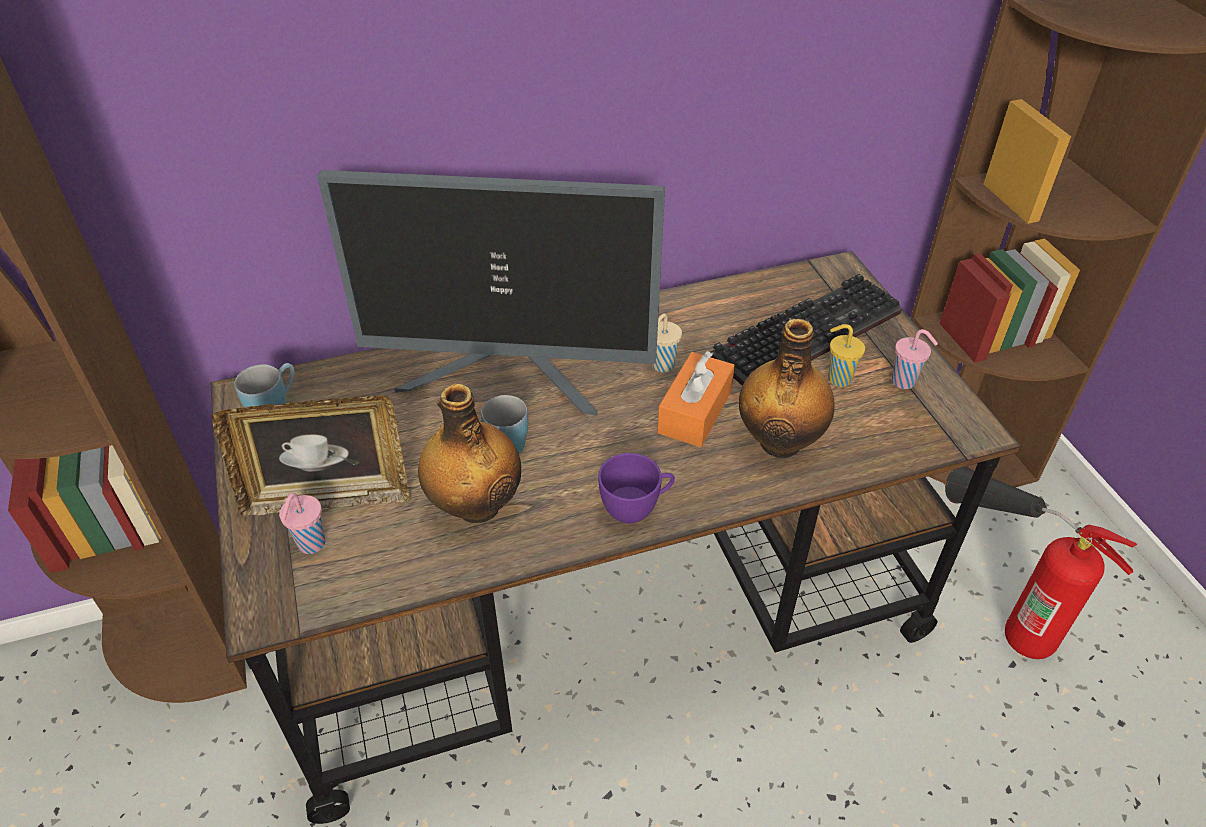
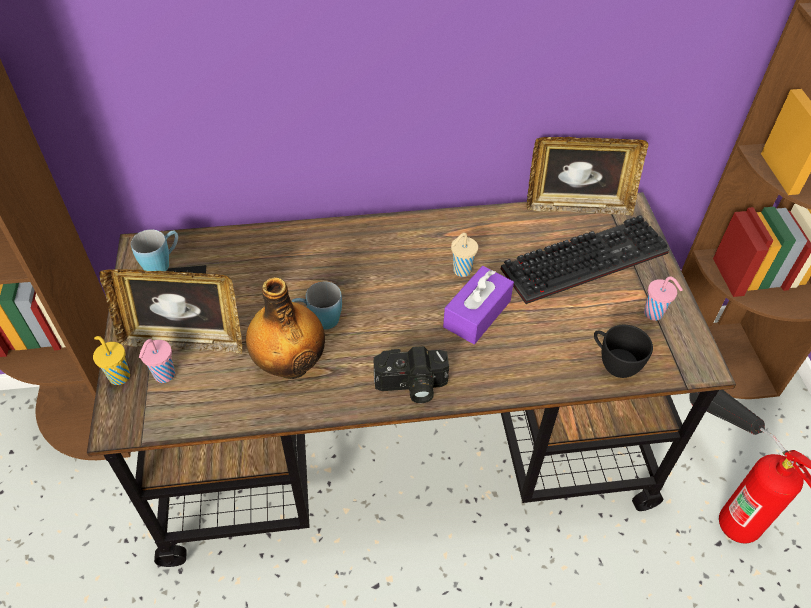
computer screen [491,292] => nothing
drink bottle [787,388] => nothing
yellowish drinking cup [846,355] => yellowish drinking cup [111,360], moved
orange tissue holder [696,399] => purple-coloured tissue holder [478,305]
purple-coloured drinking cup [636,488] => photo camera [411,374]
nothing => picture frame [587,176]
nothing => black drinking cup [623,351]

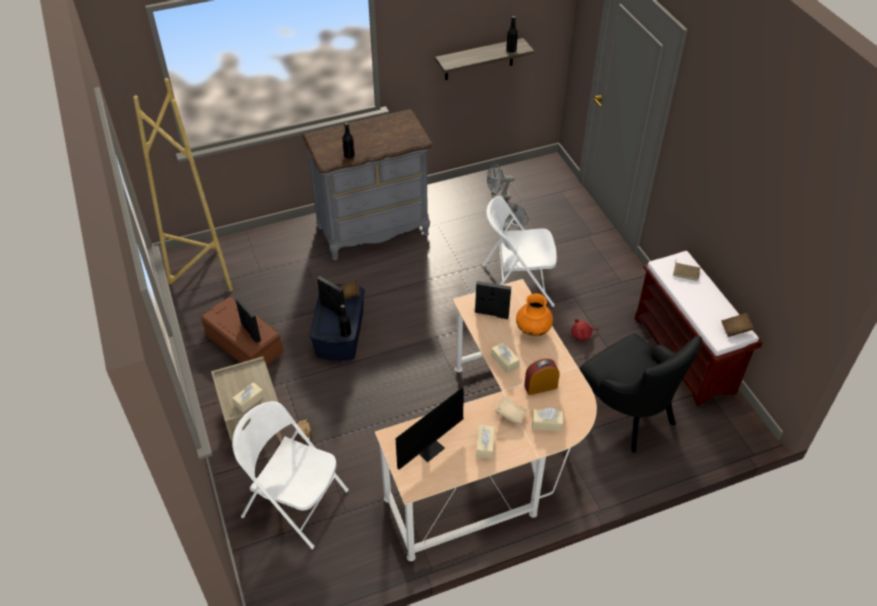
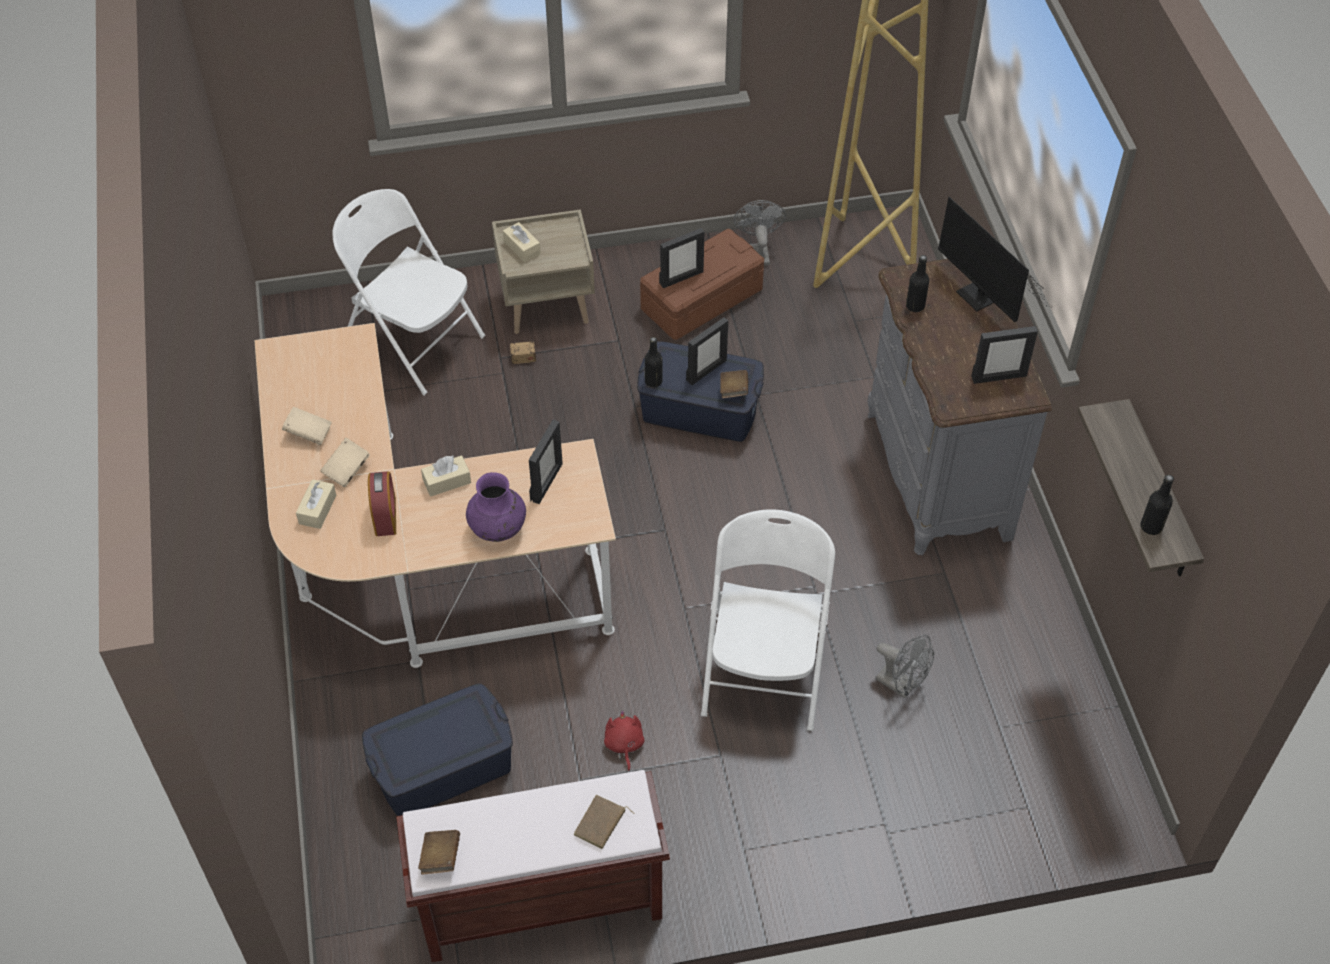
grey fan [501,181] => grey fan [760,233], moved
orange vase [534,314] => purple-coloured vase [496,507]
black upright chair [641,393] => blue-coloured storage box [437,750]
computer screen [436,426] => computer screen [995,259], moved
whitish upright chair [290,475] => whitish upright chair [408,292], 90 degrees counterclockwise
beige tissue holder [485,442] => beige volume [307,426]
nothing => picture frame [1004,355]

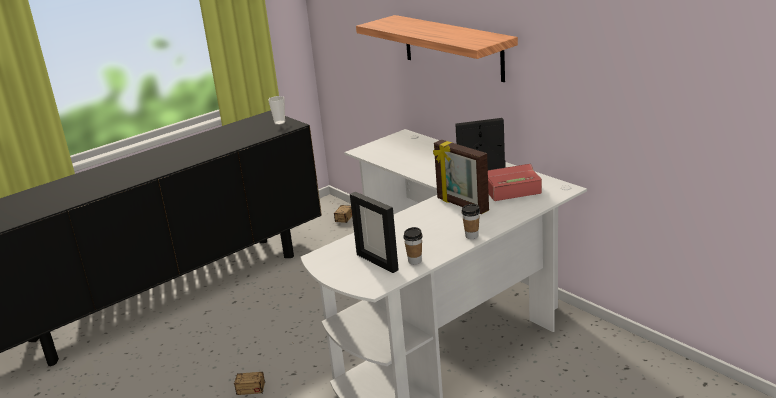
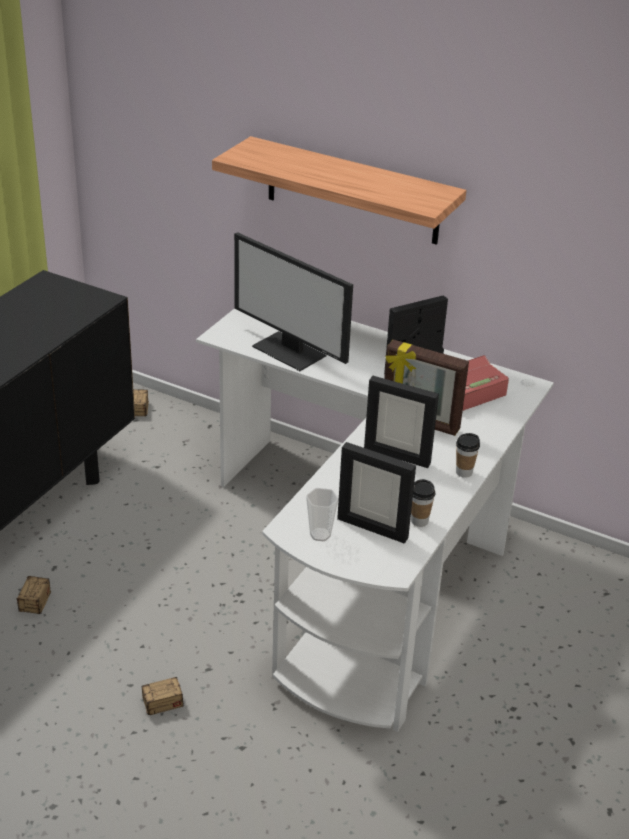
drinking cup [276,110] => drinking cup [322,514], moved
nothing => computer screen [293,301]
nothing => picture frame [401,422]
nothing => storage box [34,595]

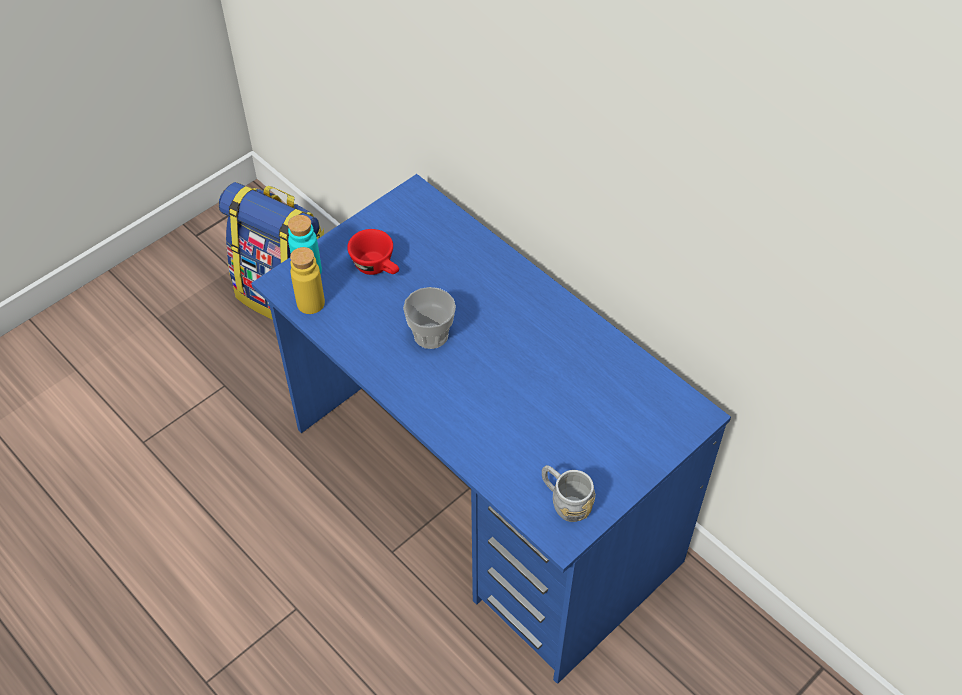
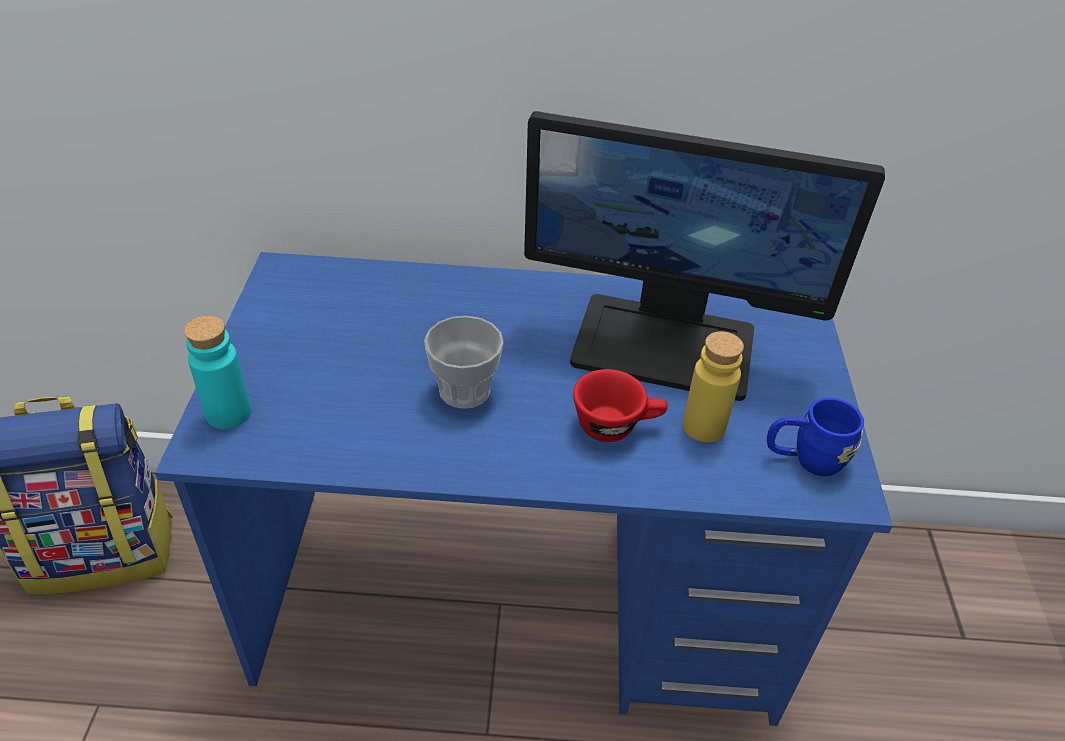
red-coloured drinking cup [373,252] => red-coloured drinking cup [620,405], moved
yellowish drink bottle [307,280] => yellowish drink bottle [713,386], moved
grey tea mug [568,493] => blue-coloured tea mug [815,436]
nothing => computer screen [704,256]

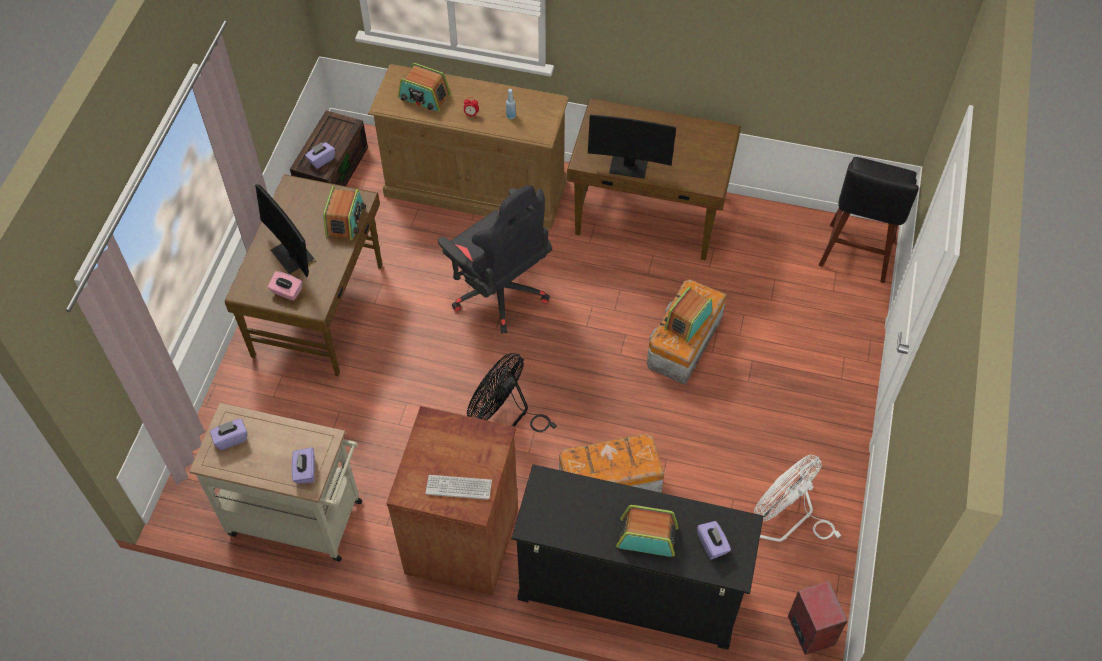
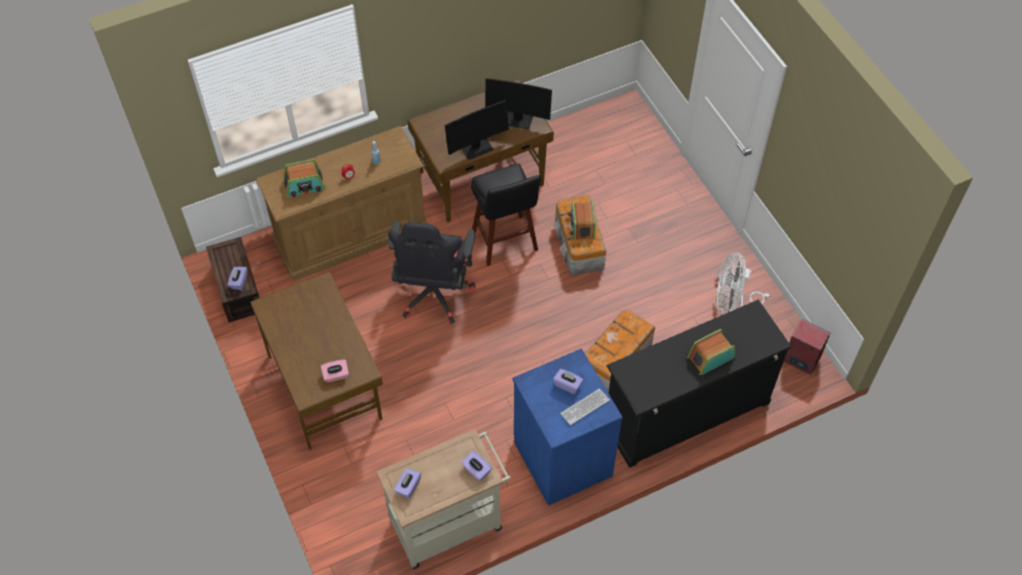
black stool seat [869,220] => black stool seat [505,215], moved
computer screen [284,230] => computer screen [518,103], moved
black computer chair [495,259] => black computer chair [432,272], 90 degrees clockwise
radio receiver [344,213] => nothing
black fan [512,392] => nothing
brown-coloured chest of drawers [452,500] => blue-coloured chest of drawers [567,427]
purple-coloured tissue holder [714,540] => purple-coloured tissue holder [568,381], moved

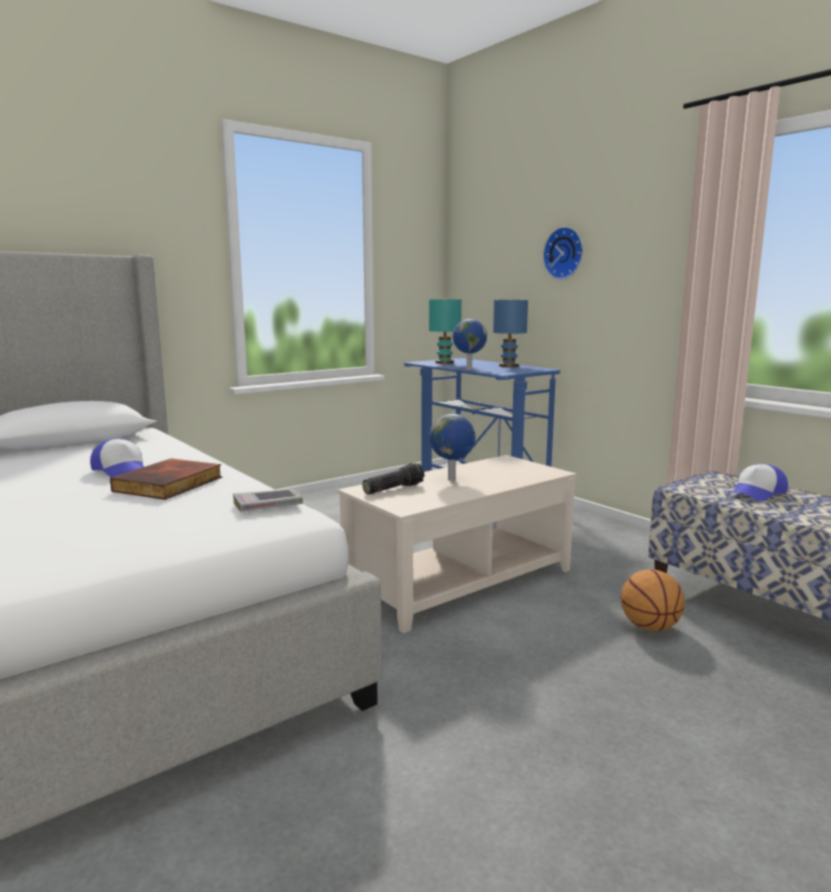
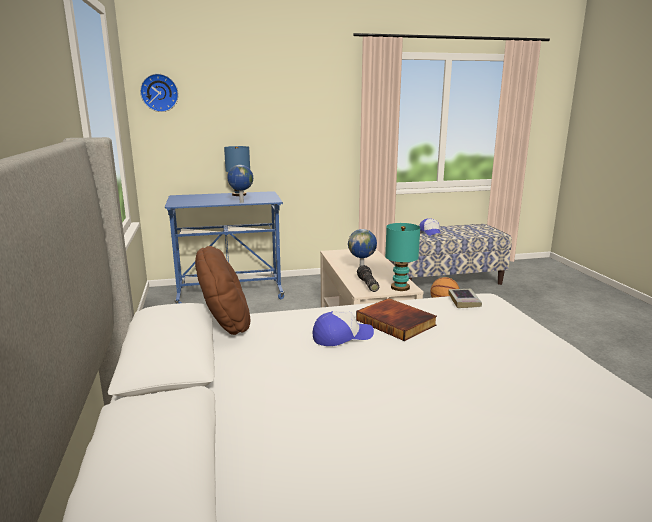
clock on the wall [563,253] => clock on the wall [159,93], moved
turquoise tabletop lamp [445,331] => turquoise tabletop lamp [402,257], moved
nothing => brown-coloured throw pillow [222,290]

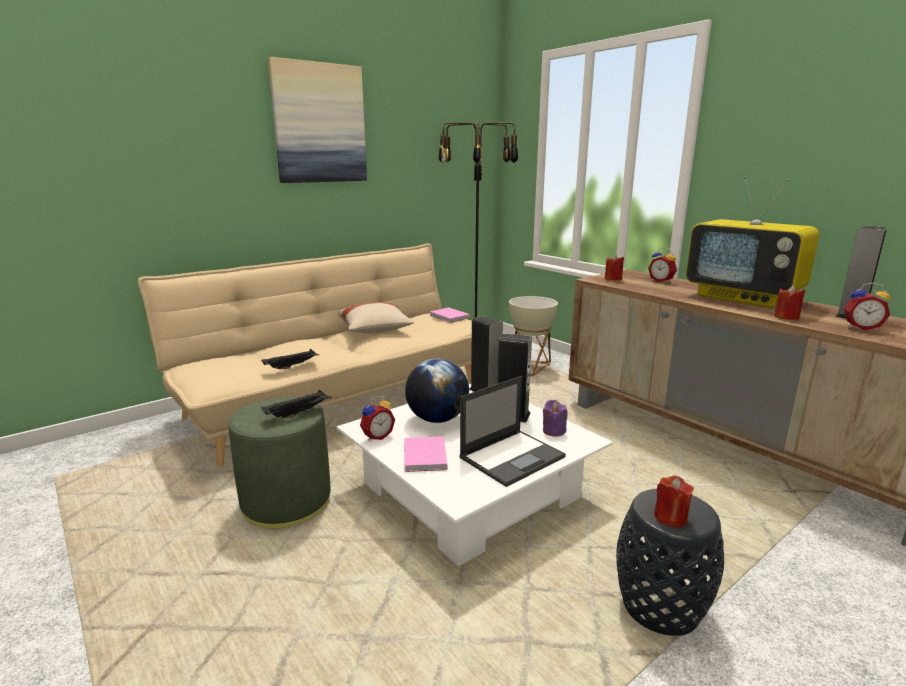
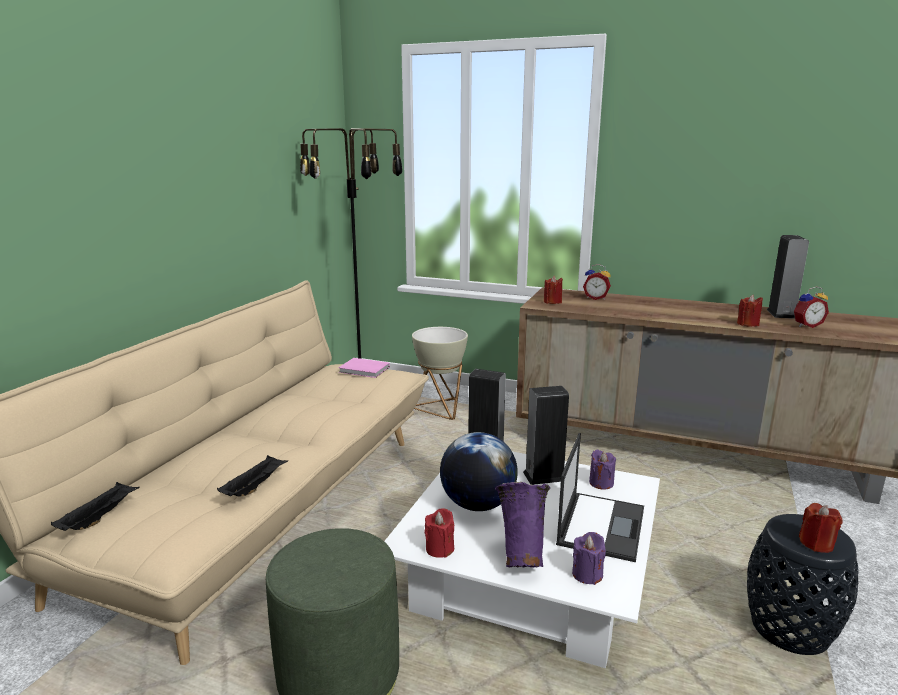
wall art [317,120] => nothing
television [752,242] => nothing
beige throw pillow [376,317] => nothing
black carrying tray [296,404] => black carrying tray [95,506], moved
bedside clock [377,418] => red-coloured wax light [439,533]
pinkish volume [425,454] => purple-coloured vase [522,525]
nothing => purple-coloured wax light [589,558]

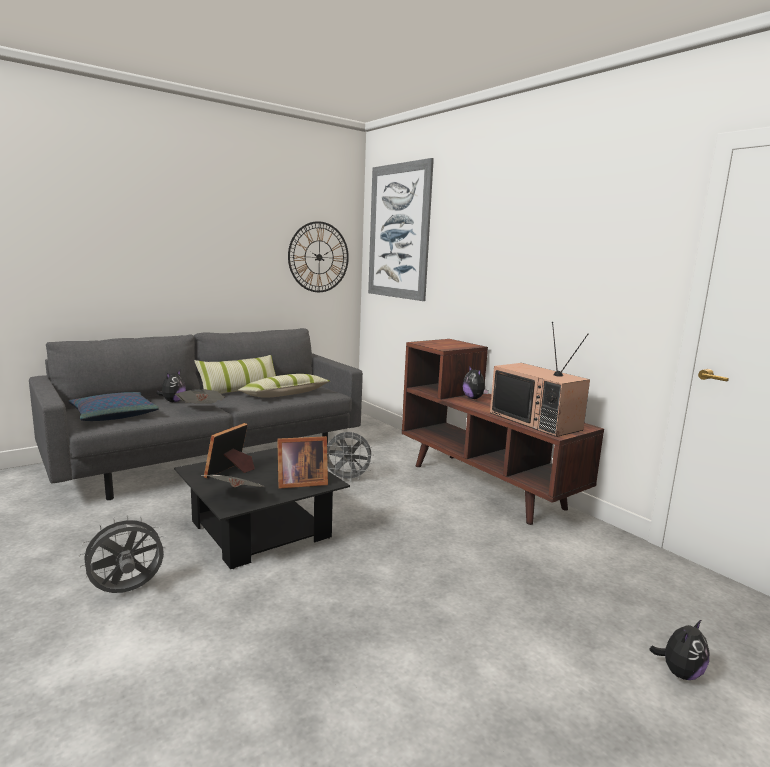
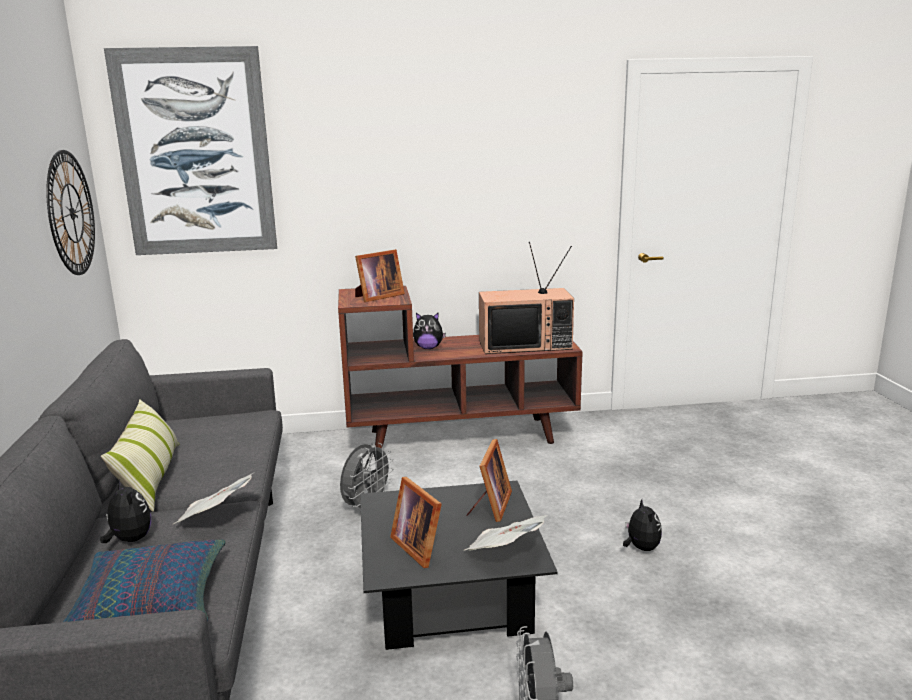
throw pillow [284,386] => nothing
plush toy [679,649] => plush toy [642,525], moved
nothing => picture frame [380,275]

